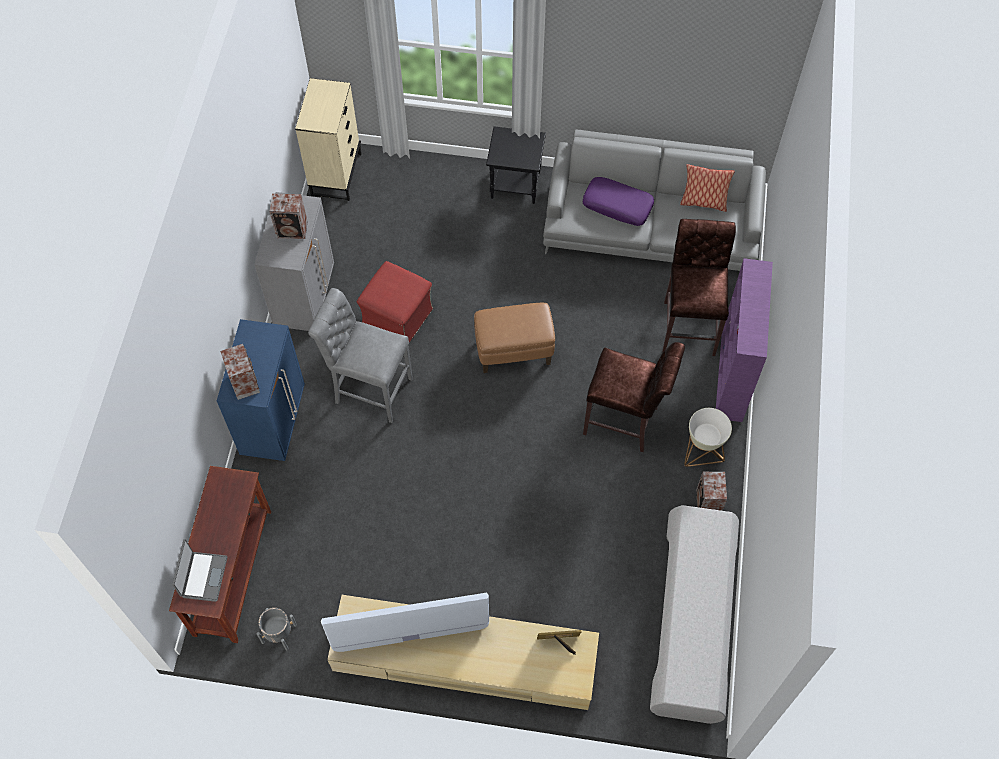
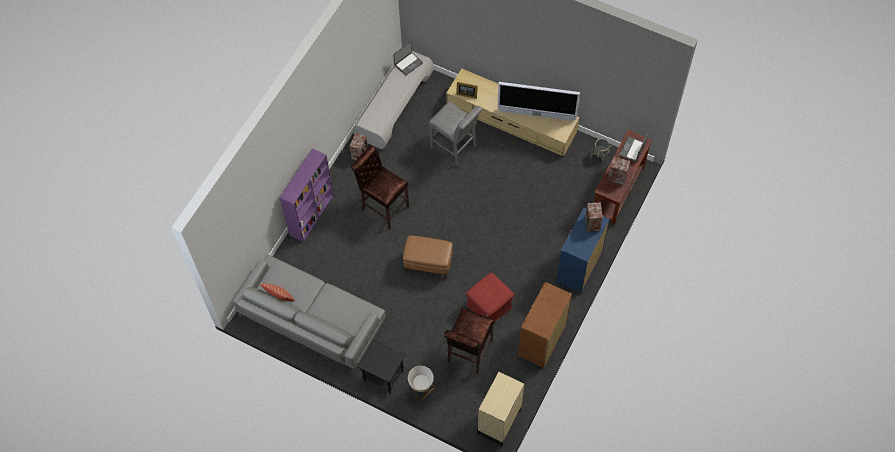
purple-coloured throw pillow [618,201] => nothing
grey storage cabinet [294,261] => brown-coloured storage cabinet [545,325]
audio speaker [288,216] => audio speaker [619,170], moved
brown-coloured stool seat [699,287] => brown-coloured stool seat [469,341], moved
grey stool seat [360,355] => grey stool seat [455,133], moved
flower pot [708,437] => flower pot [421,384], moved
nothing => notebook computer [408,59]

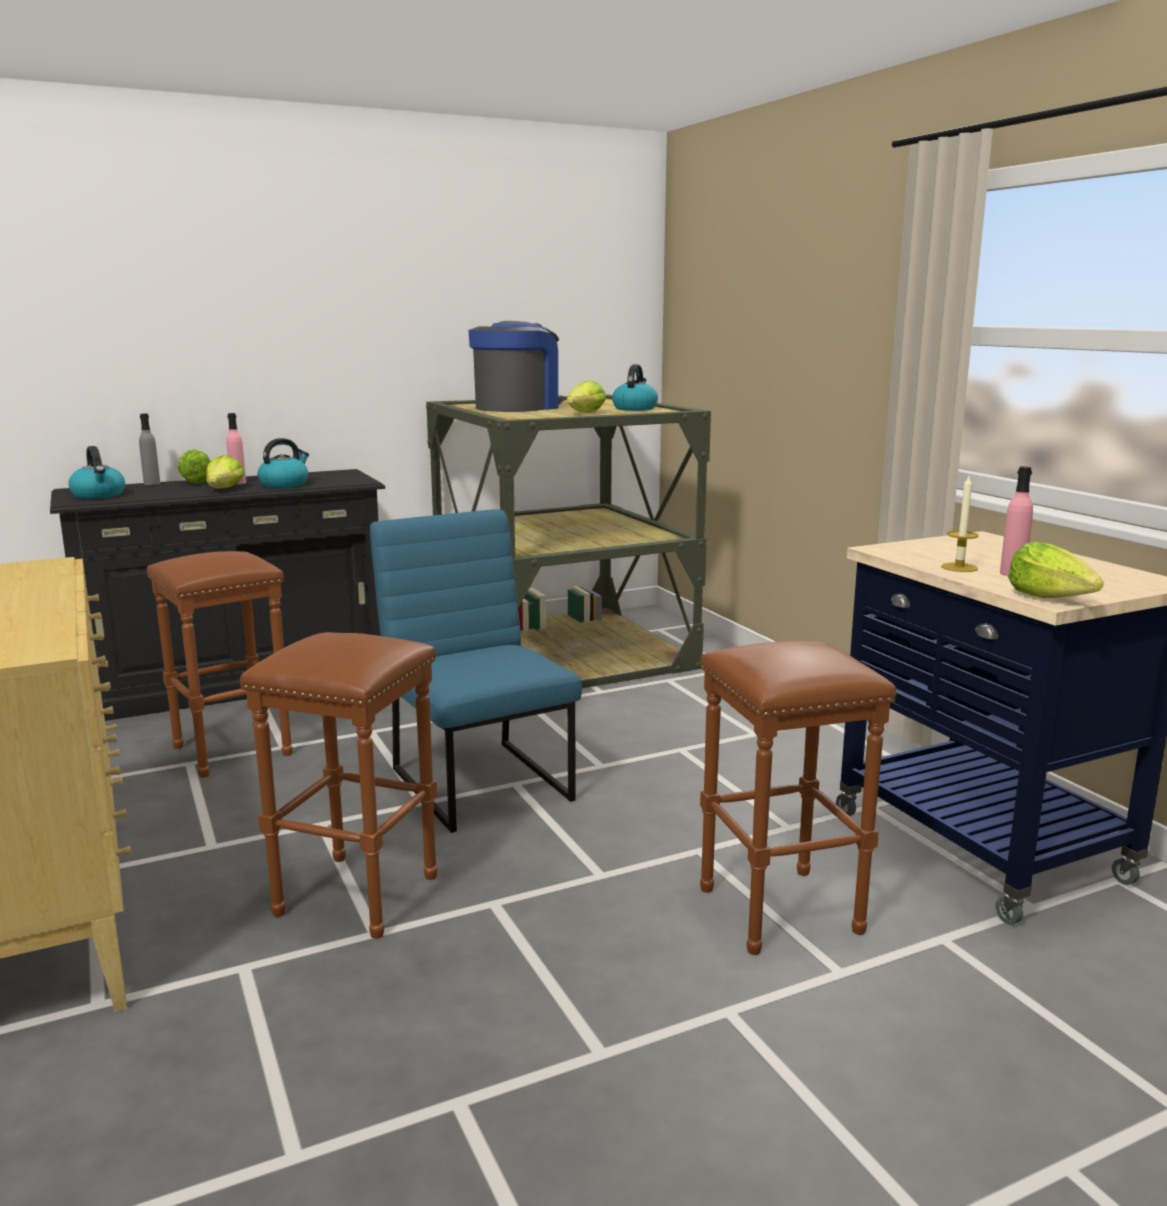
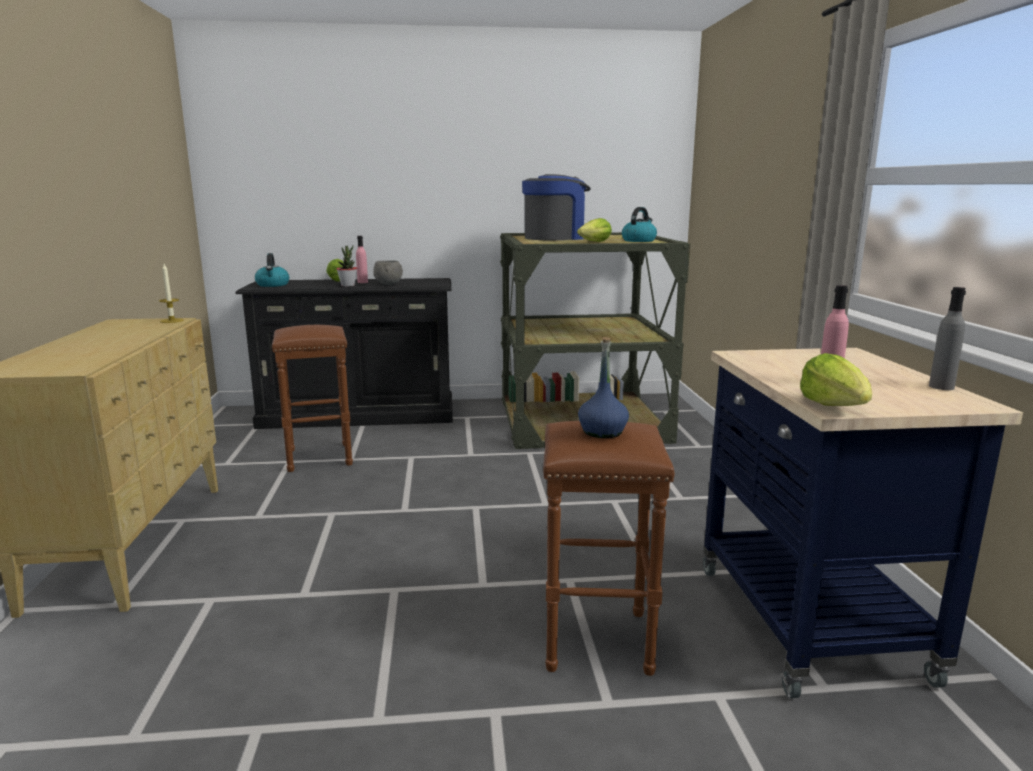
grey drink bottle [149,449] => grey drink bottle [947,338], moved
tea kettle [283,463] => grey serving bowl [388,272]
lettuce head [226,472] => potted plant [346,266]
wax light [960,524] => wax light [171,293], moved
blue-coloured upright chair [476,671] => nothing
brown-coloured stool seat [338,785] => nothing
nothing => blue-coloured drink bottle [603,387]

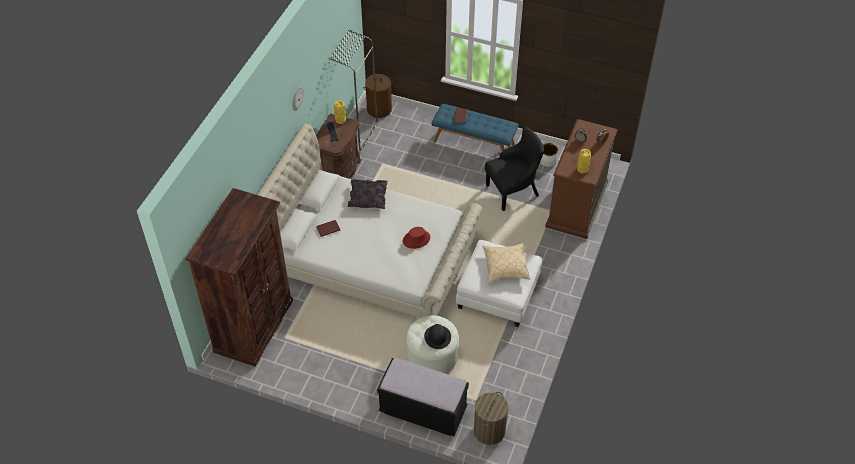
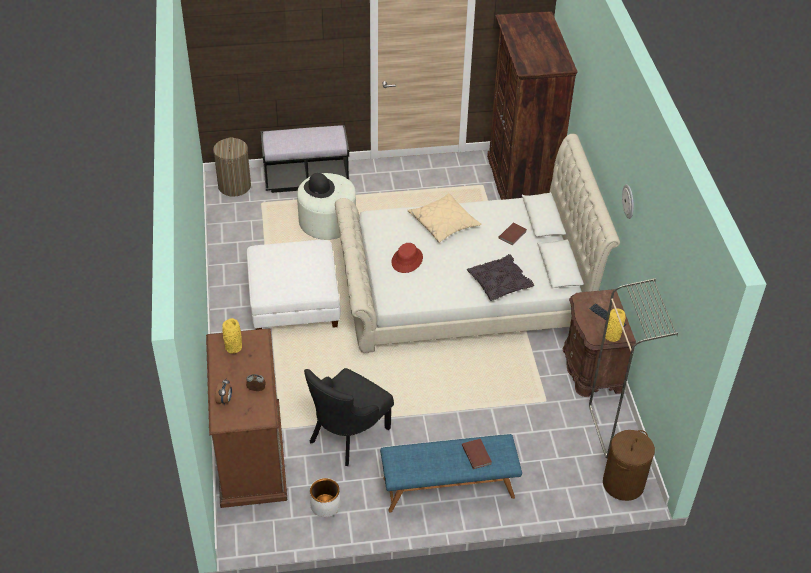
beige throw pillow [506,262] => beige throw pillow [444,218], moved

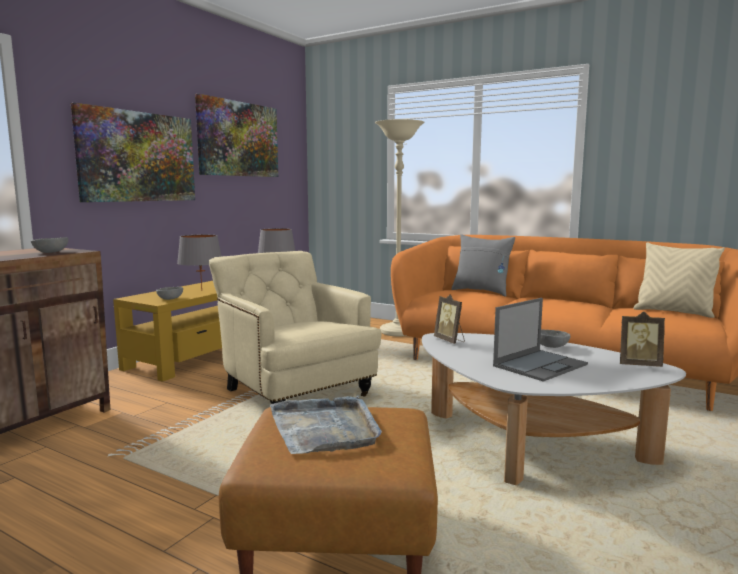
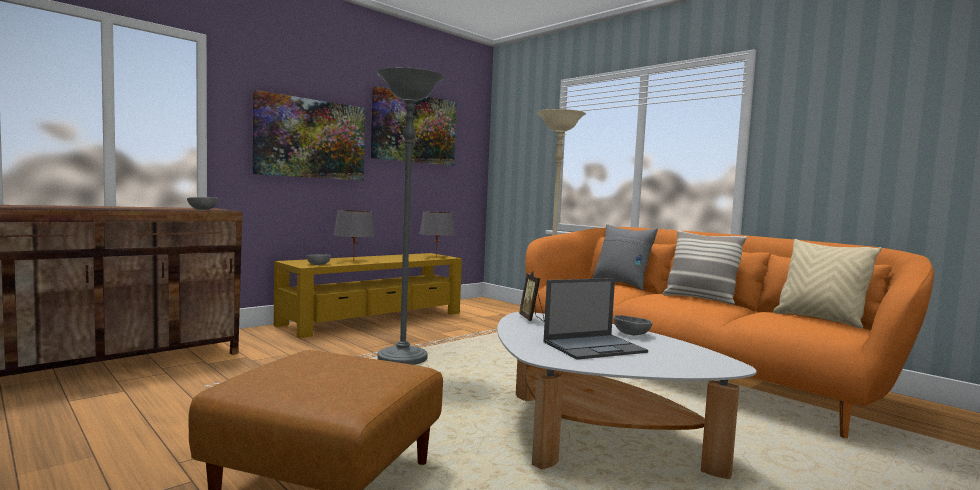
beige easy chair [295,327] => grey standing lamp [410,216]
picture frame [642,339] => nothing
grey carrying tray [326,425] => nothing
nothing => throw pillow [705,267]

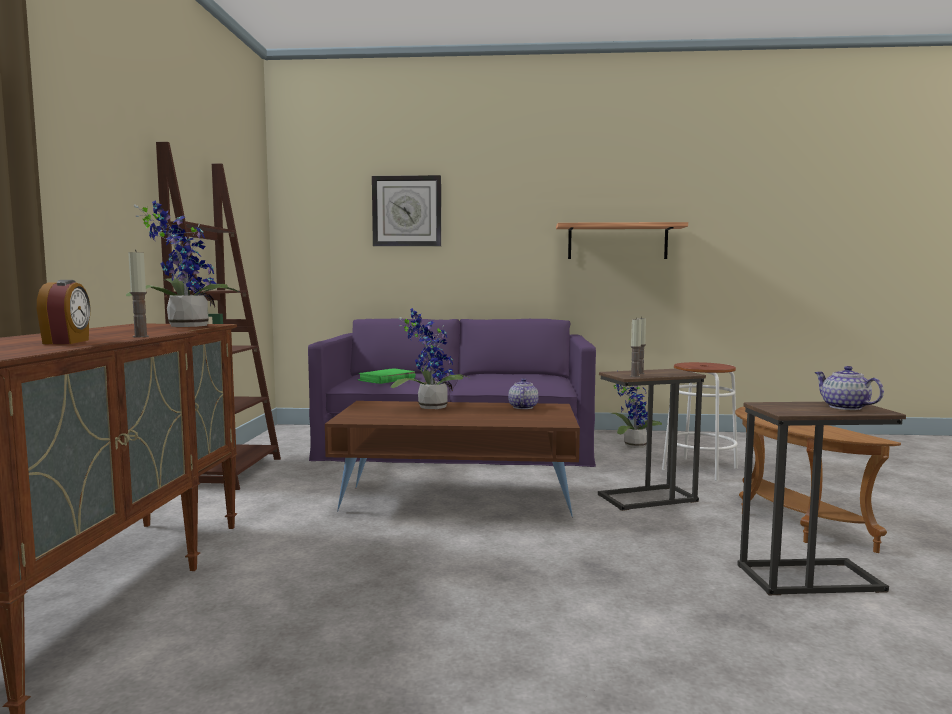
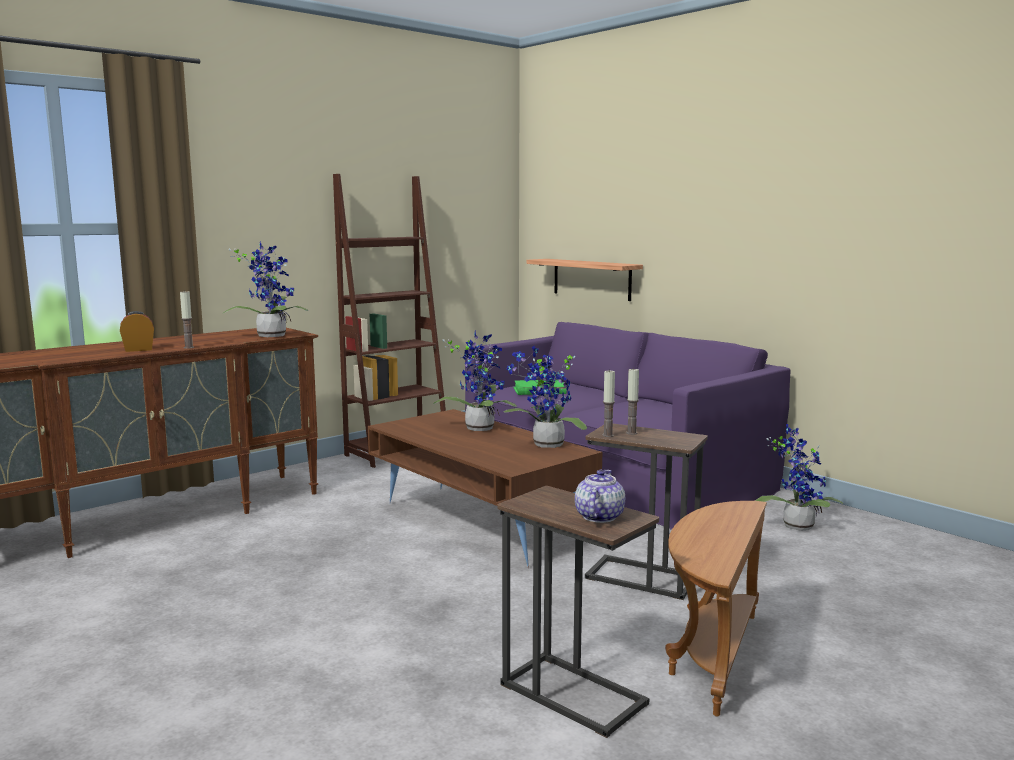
clock on the wall [406,210] => nothing
shelf [622,240] => shelf [584,280], moved
bedside clock [63,312] => bedside clock [137,331], 150 degrees counterclockwise
whitish stool seat [700,421] => nothing
tea pot [523,393] => potted plant [545,397]

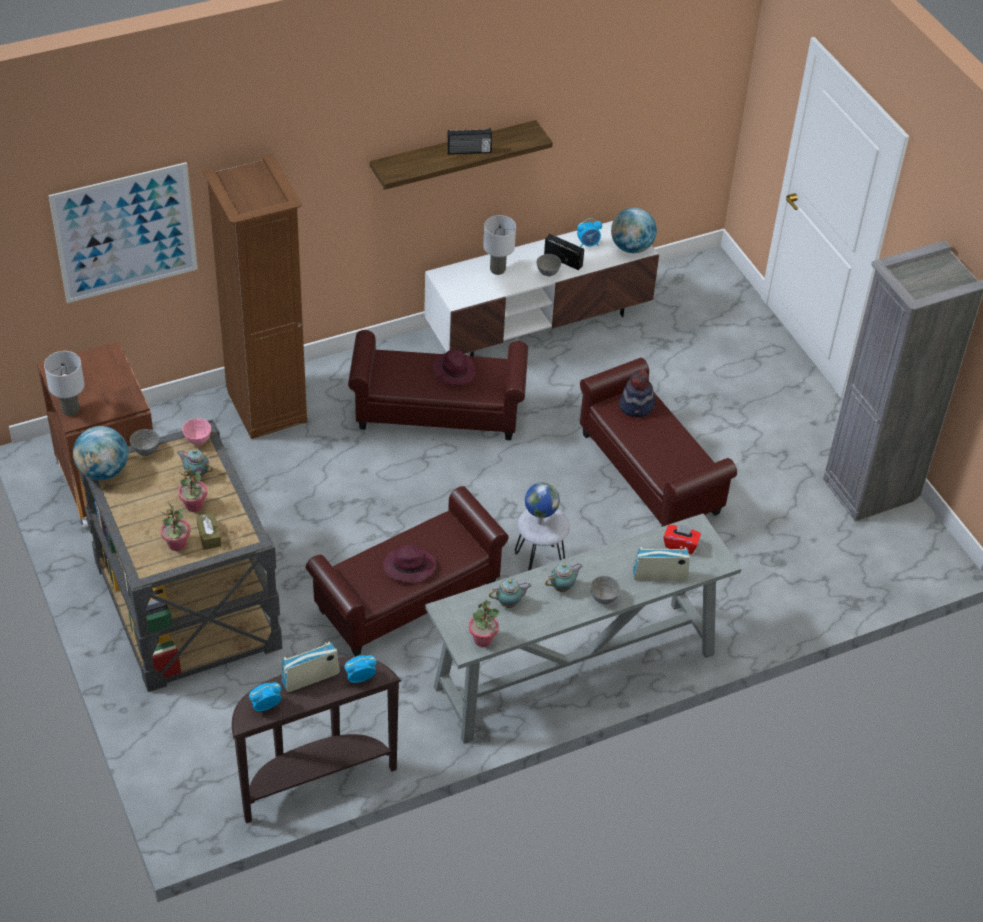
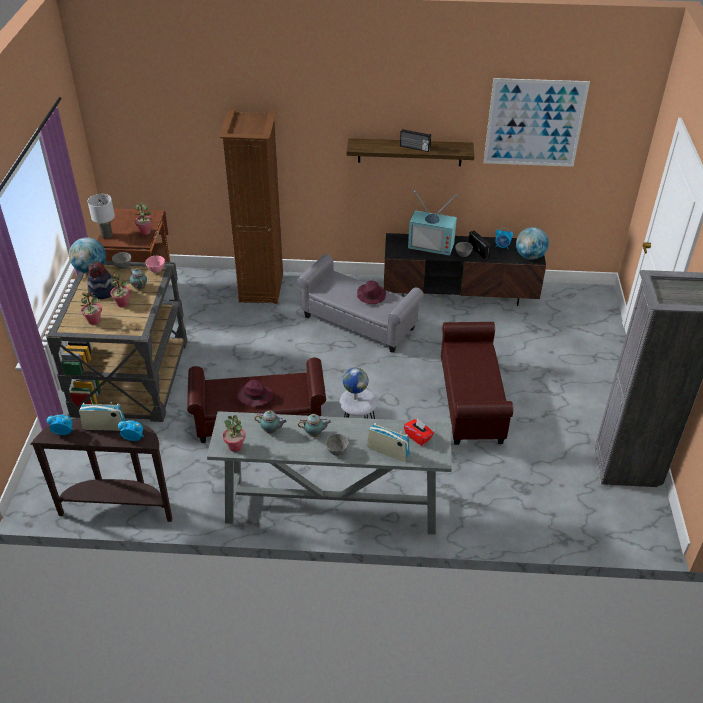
wall art [123,232] => wall art [536,122], moved
whitish tabletop lamp [499,245] => television [432,223]
whitish tv stand [541,288] => black tv stand [465,269]
brown-coloured pouffe [438,385] => grey pouffe [360,303]
clothing hat [637,393] => clothing hat [102,280], moved
brown-coloured tissue holder [208,531] => nothing
nothing => potted plant [144,219]

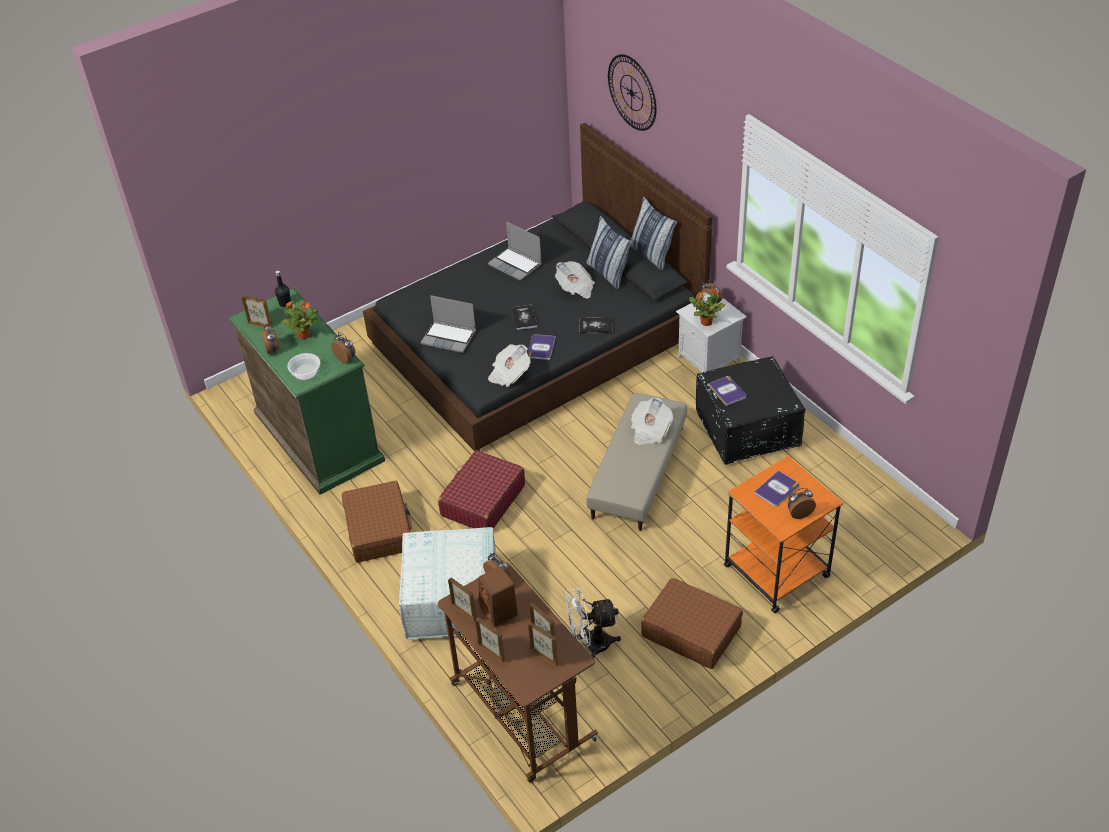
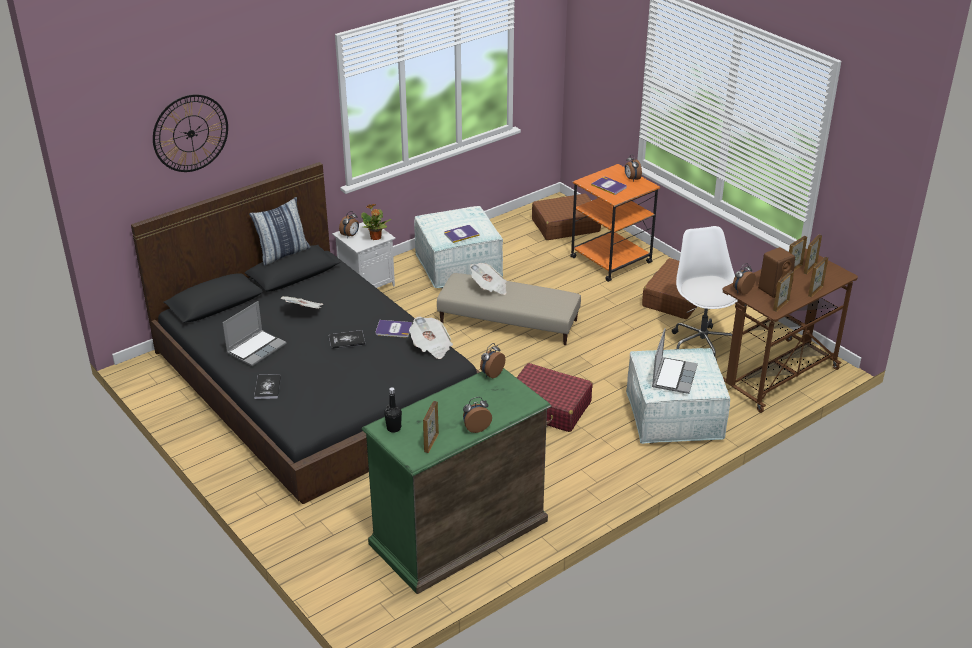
throw pillow [609,253] => nothing
notebook computer [448,324] => notebook computer [675,361], moved
potted plant [300,320] => nothing
volume [596,325] => volume [267,386], moved
serving bowl [303,367] => nothing
black pouffe [751,410] => whitish pouffe [458,247]
brown-coloured piece of luggage [377,522] => brown-coloured piece of luggage [566,216], moved
whitish fan [593,623] => whitish computer chair [704,293]

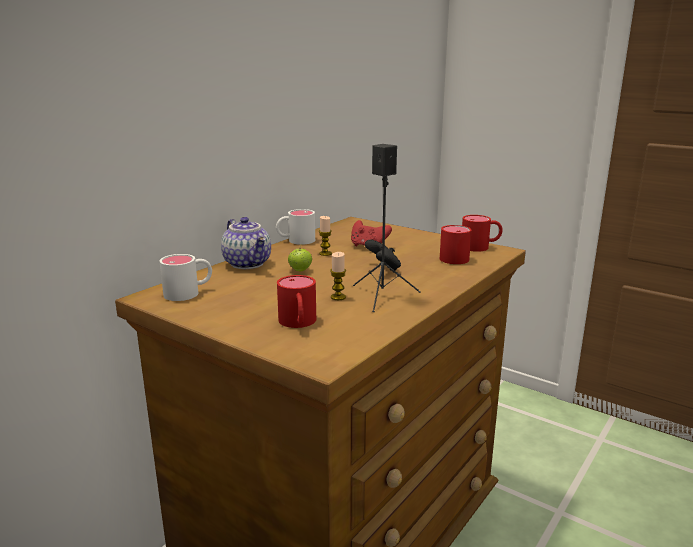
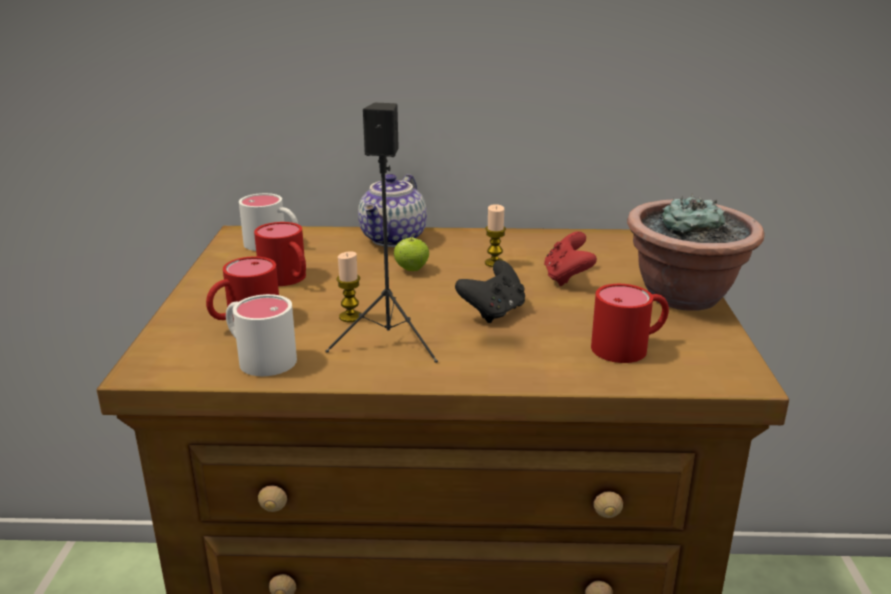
whitish tea mug [295,227] => whitish tea mug [261,335], moved
red-coloured tea mug [482,233] => red-coloured tea mug [280,254], moved
nothing => potted plant [696,252]

